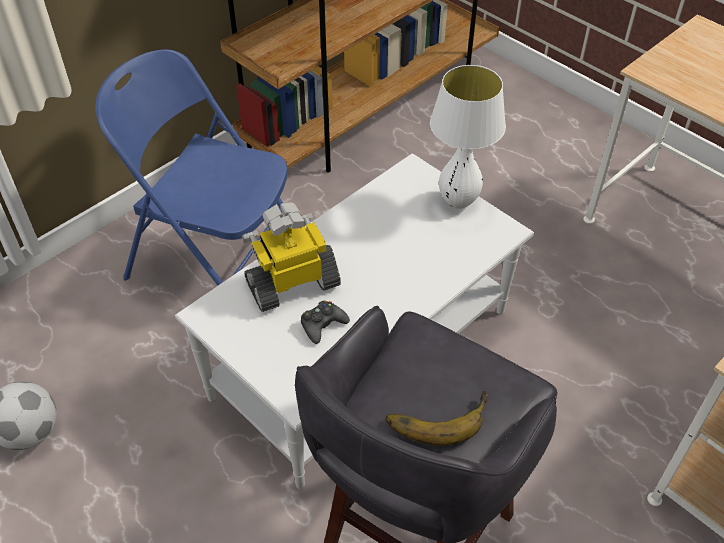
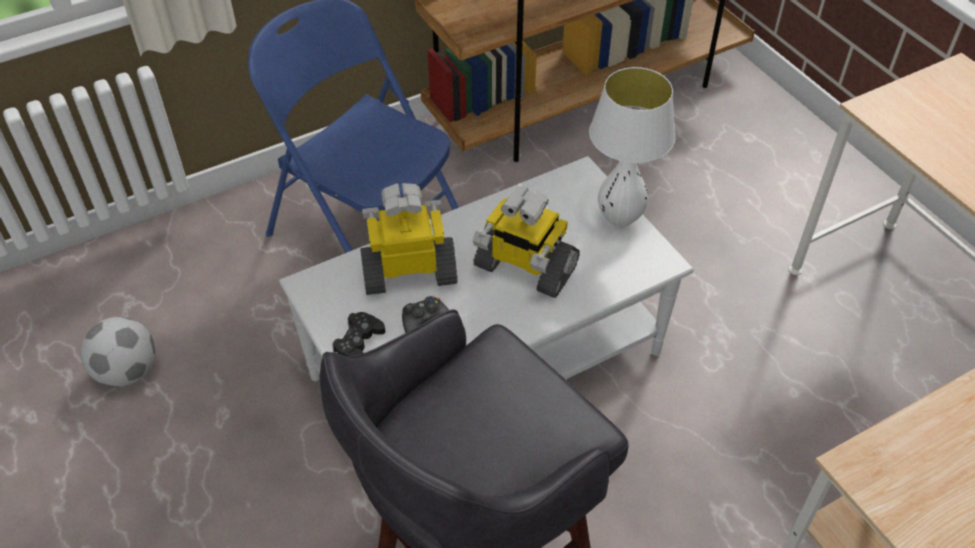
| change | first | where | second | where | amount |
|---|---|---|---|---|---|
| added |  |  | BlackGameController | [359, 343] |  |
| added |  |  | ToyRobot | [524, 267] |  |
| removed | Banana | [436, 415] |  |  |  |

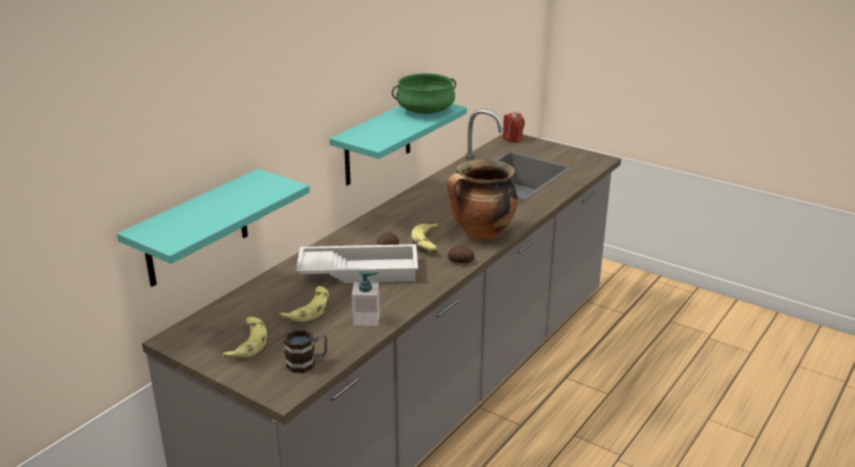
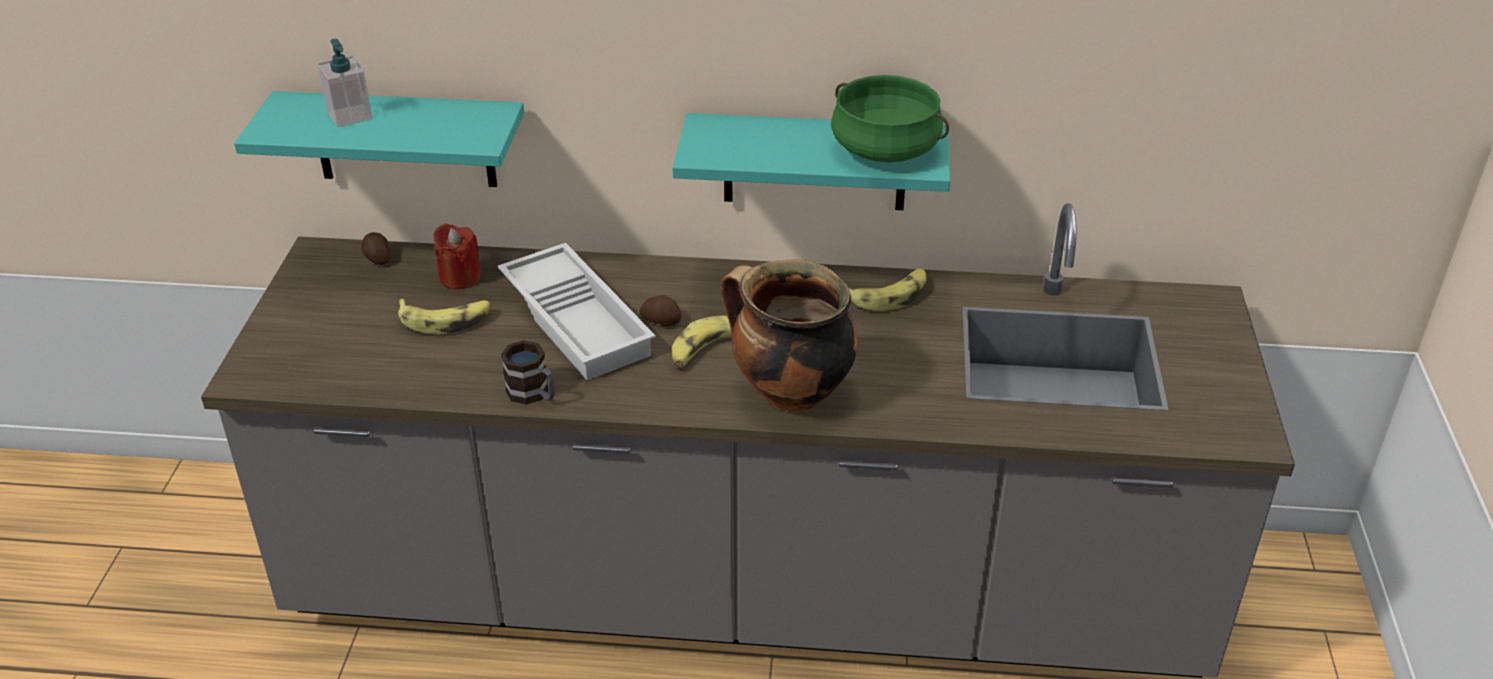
| change | first | where | second | where | amount |
|---|---|---|---|---|---|
| moved | SoapDispenser | [366, 319] |  | [350, 116] |  |
| moved | Potato | [461, 261] |  | [377, 258] |  |
| moved | RedCandle | [512, 138] |  | [460, 277] |  |
| moved | Mug | [307, 363] |  | [533, 394] |  |
| moved | Banana | [247, 343] |  | [888, 295] |  |

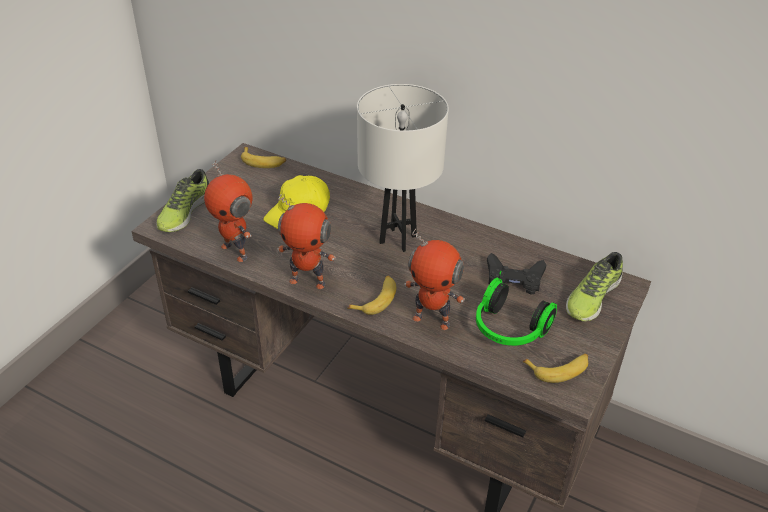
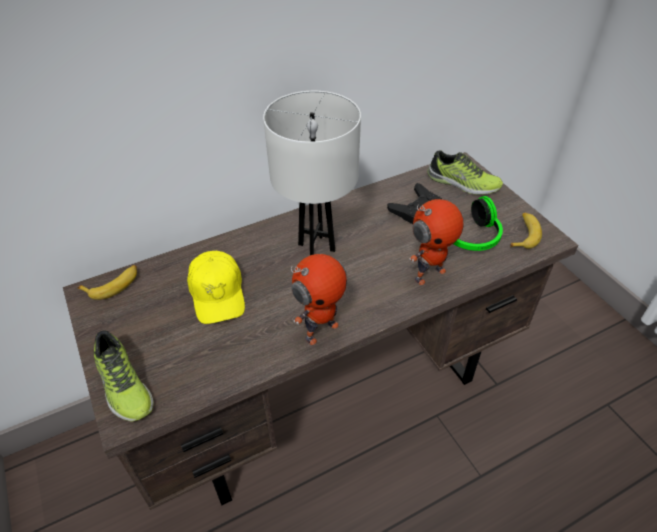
| change | first | where | second | where | amount |
|---|---|---|---|---|---|
| turned | Shoe | [592, 297] |  | [462, 183] | 45 degrees counterclockwise |
| removed | ToyRobot | [236, 251] |  |  |  |
| removed | Banana | [376, 299] |  |  |  |

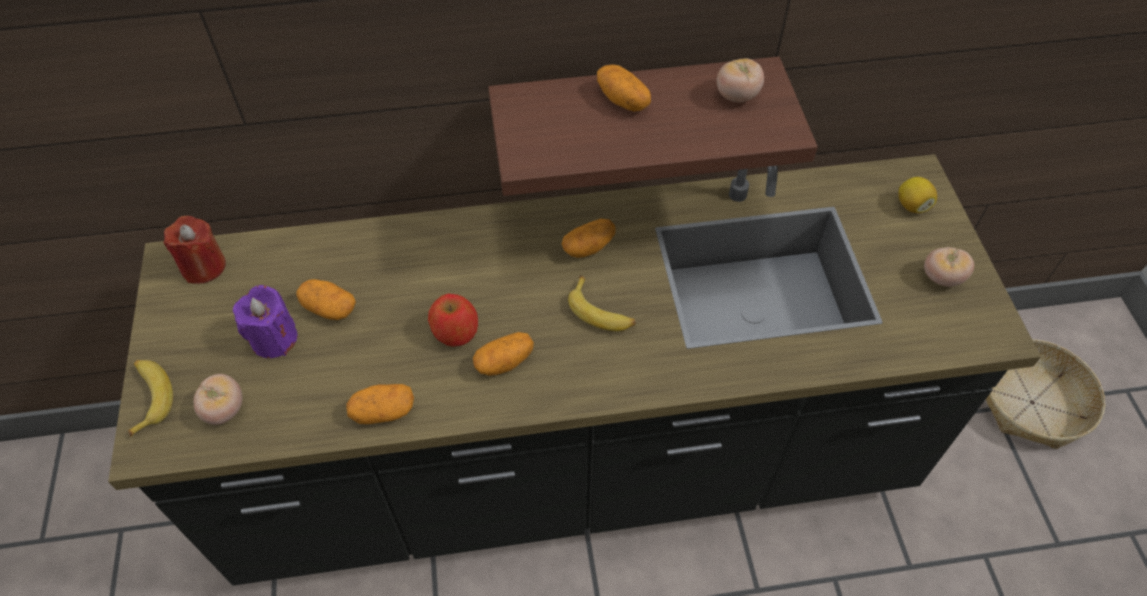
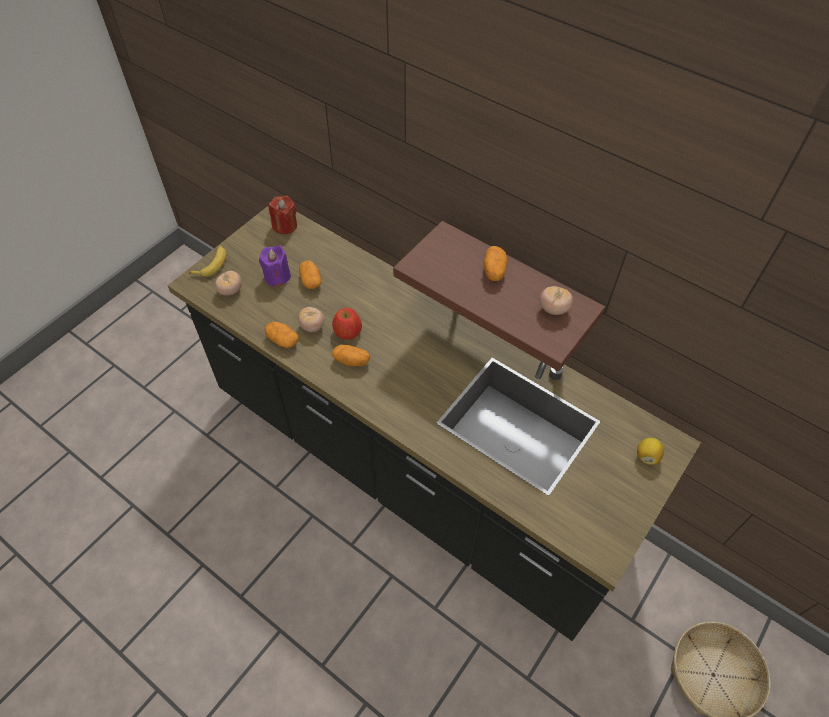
| change | first | where | second | where | amount |
|---|---|---|---|---|---|
| moved | Tomato | [942, 277] |  | [312, 326] |  |
| removed | Potato | [589, 247] |  |  |  |
| removed | Banana | [601, 312] |  |  |  |

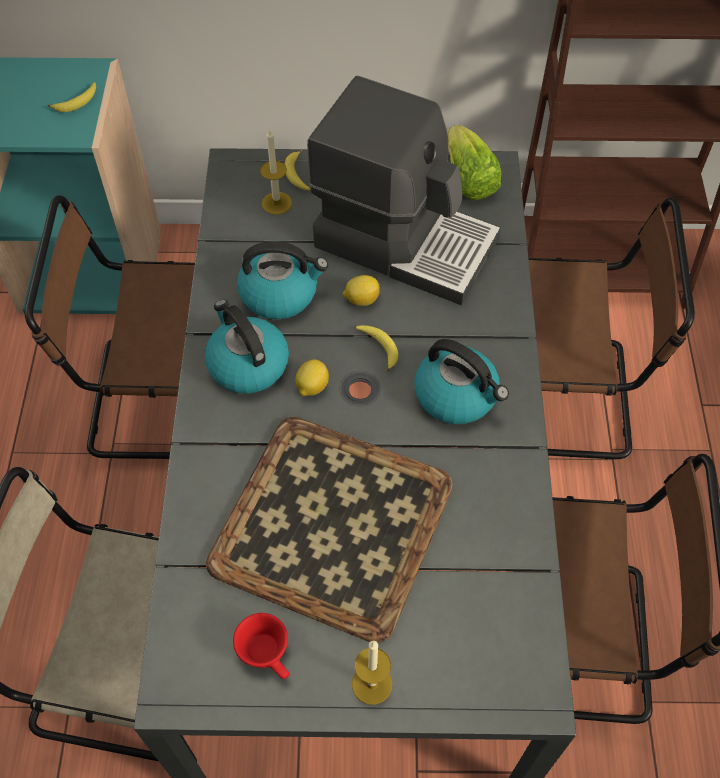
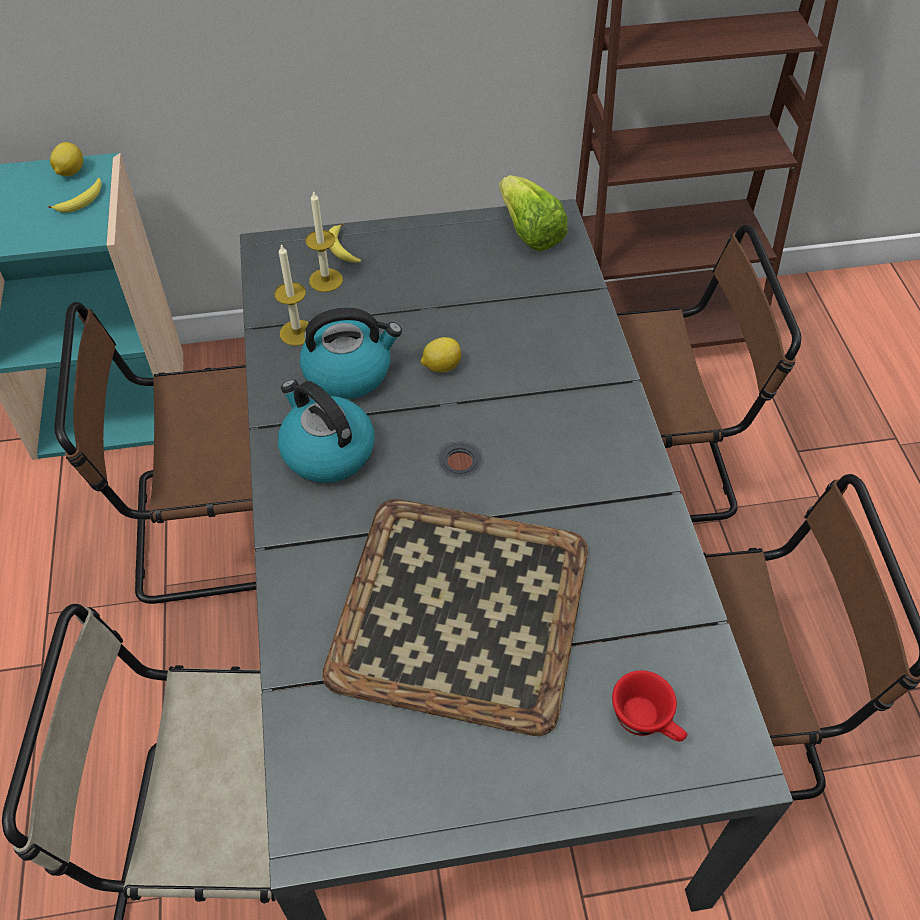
| change | first | where | second | where | amount |
|---|---|---|---|---|---|
| moved | Lemon | [311, 387] |  | [70, 172] |  |
| moved | Candle | [372, 684] |  | [297, 333] |  |
| moved | RedCup | [268, 655] |  | [647, 721] |  |
| removed | CoffeeMachine | [405, 240] |  |  |  |
| removed | Banana | [379, 347] |  |  |  |
| removed | Kettle | [457, 395] |  |  |  |

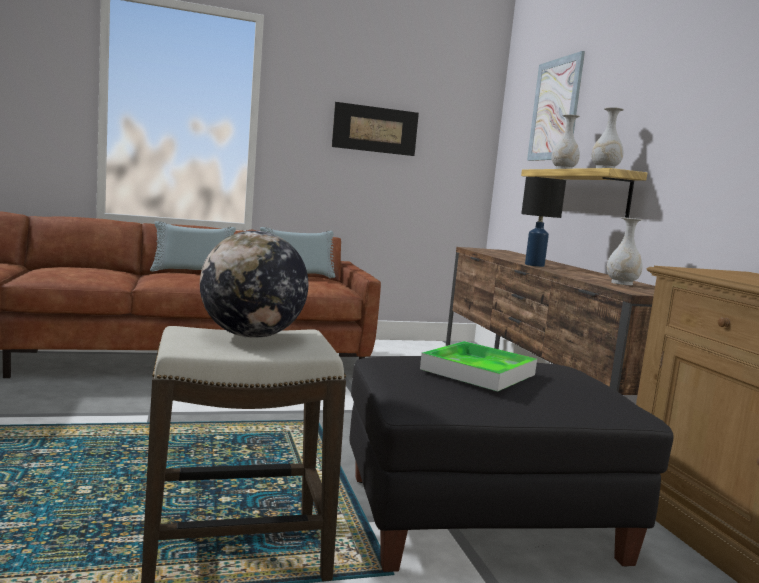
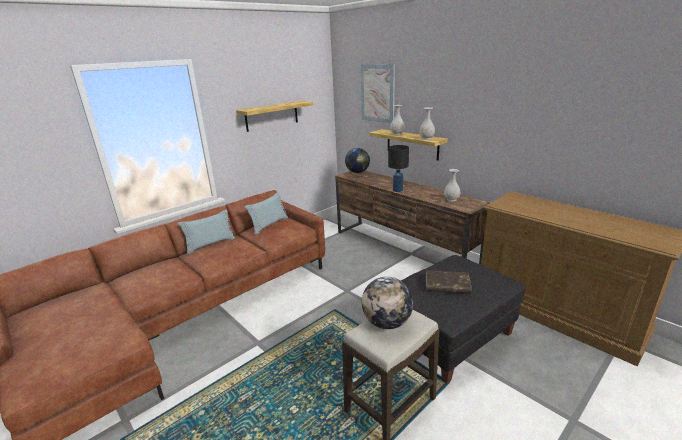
| change | first | where | second | where | amount |
|---|---|---|---|---|---|
| replaced | Picture | [375, 129] | Shelf | [272, 115] |  |
| added |  |  | Globe | [357, 172] |  |
| replaced | Tray | [478, 372] | BrownBook | [447, 284] |  |

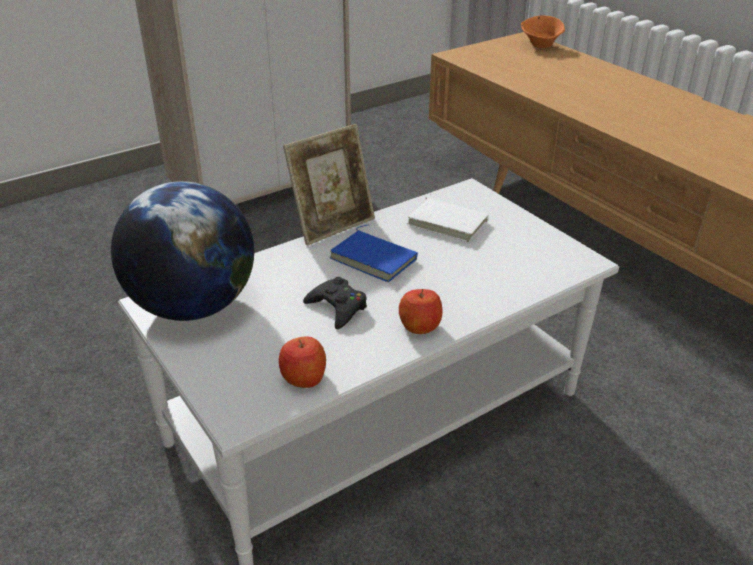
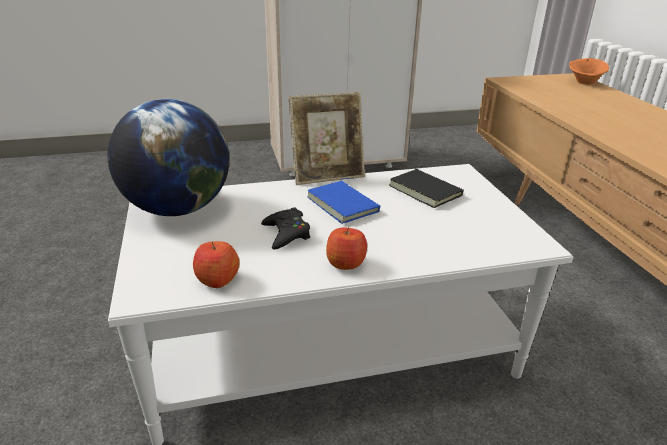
| change | first | where | second | where | amount |
|---|---|---|---|---|---|
| recoloured | WhiteBook | [449, 222] | BlackBook | [427, 191] |  |

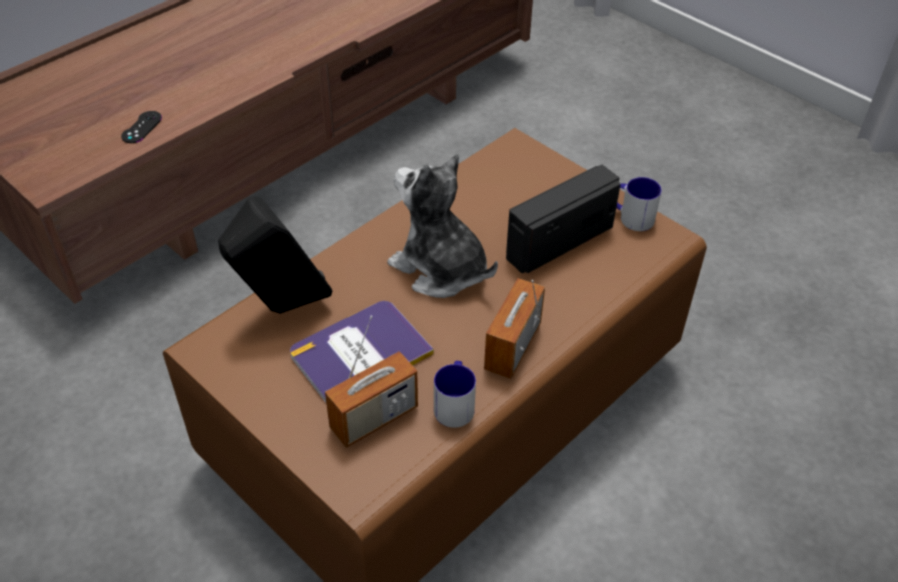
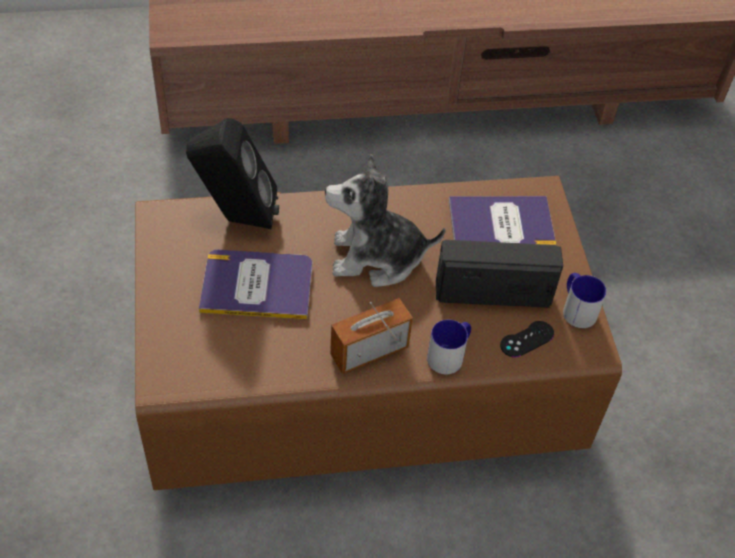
| change | first | where | second | where | amount |
|---|---|---|---|---|---|
| turned | PlushToy | [440, 269] |  | [377, 258] | 75 degrees counterclockwise |
| moved | Mug | [455, 404] |  | [449, 355] |  |
| added |  |  | Book | [501, 226] |  |
| moved | BlackGameController | [142, 127] |  | [527, 339] |  |
| removed | Radio | [374, 418] |  |  |  |

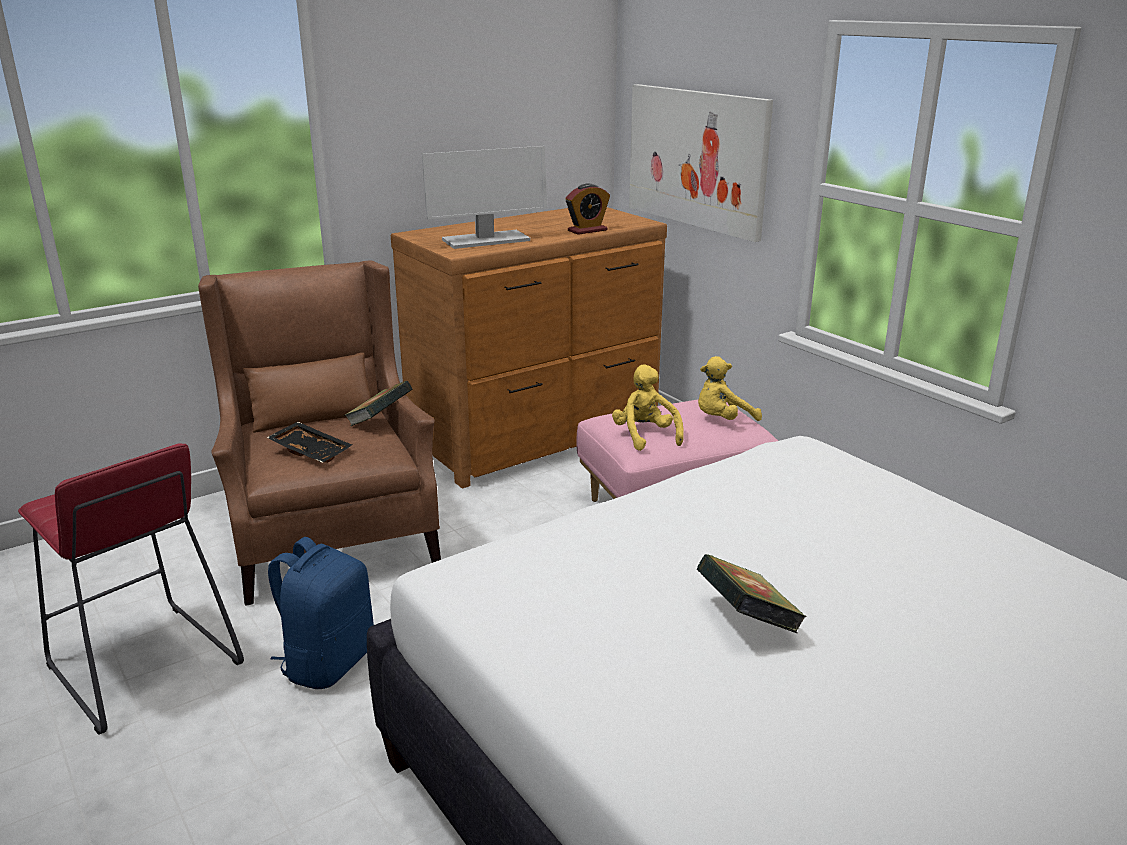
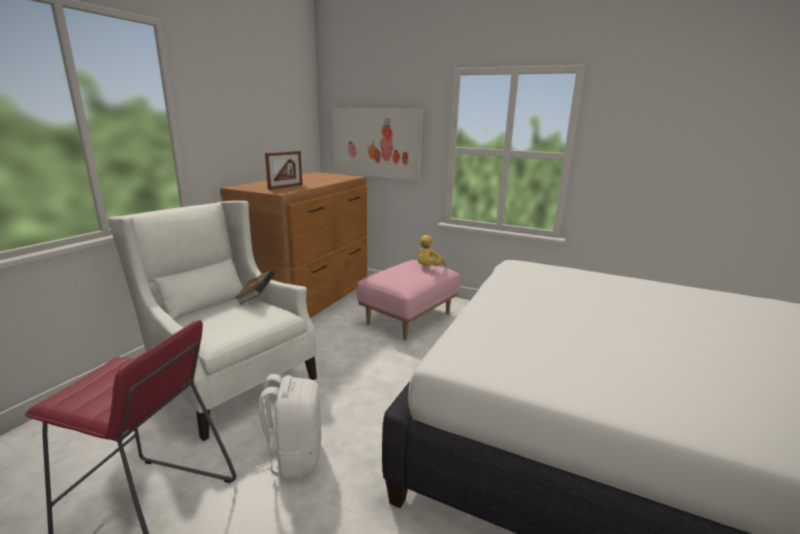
| change | first | where | second | where | amount |
|---|---|---|---|---|---|
| recoloured | BrownArmchair | [330, 533] | WhiteArmchair | [227, 379] |  |
| recoloured | BlueBackpack | [328, 662] | WhiteBackpack | [294, 457] |  |
| replaced | Monitor | [485, 240] | PictureFrame | [285, 187] |  |
| removed | BlackTray | [312, 451] |  |  |  |
| removed | AlarmClock | [587, 230] |  |  |  |
| removed | YellowPlushToy | [645, 436] |  |  |  |
| removed | Book | [746, 621] |  |  |  |

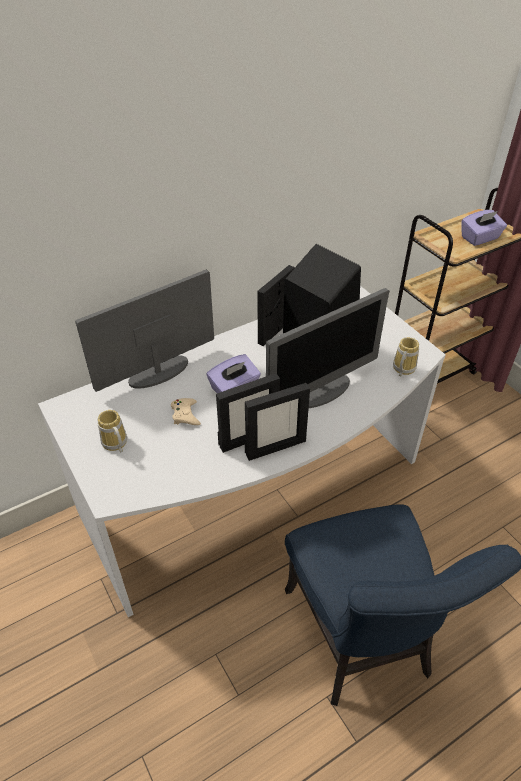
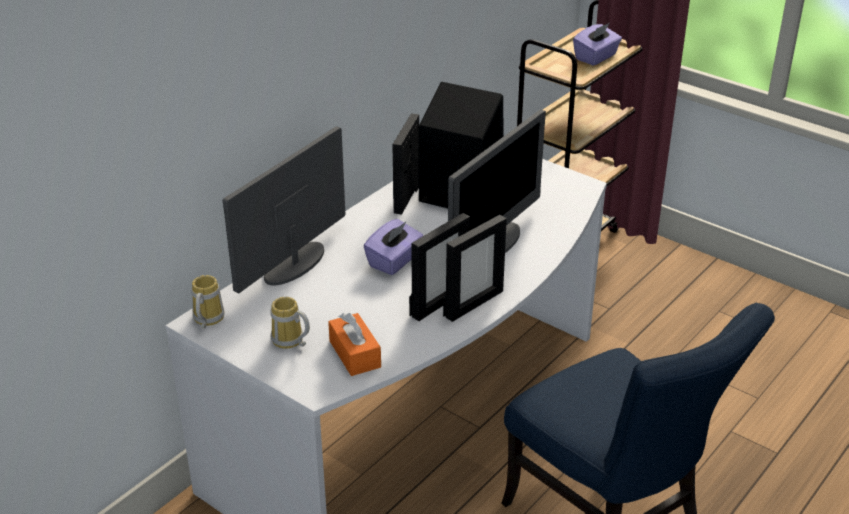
| change | first | where | second | where | amount |
|---|---|---|---|---|---|
| moved | Mug | [401, 369] |  | [206, 320] |  |
| added |  |  | OrangeTissueBox | [355, 354] |  |
| removed | BeigeGameController | [185, 415] |  |  |  |

